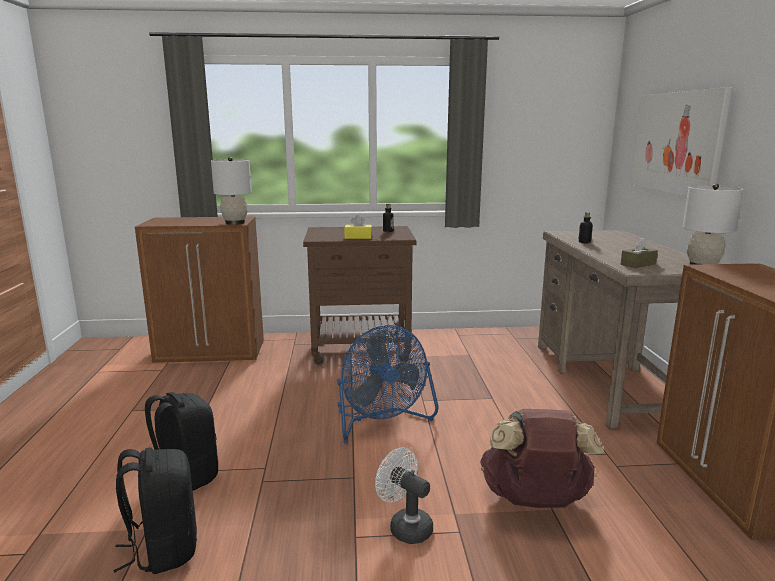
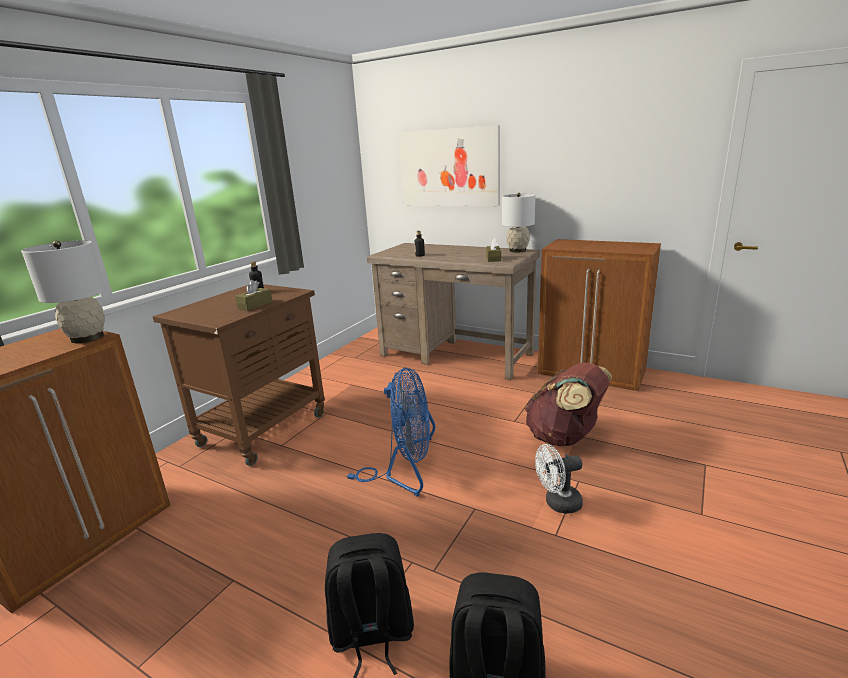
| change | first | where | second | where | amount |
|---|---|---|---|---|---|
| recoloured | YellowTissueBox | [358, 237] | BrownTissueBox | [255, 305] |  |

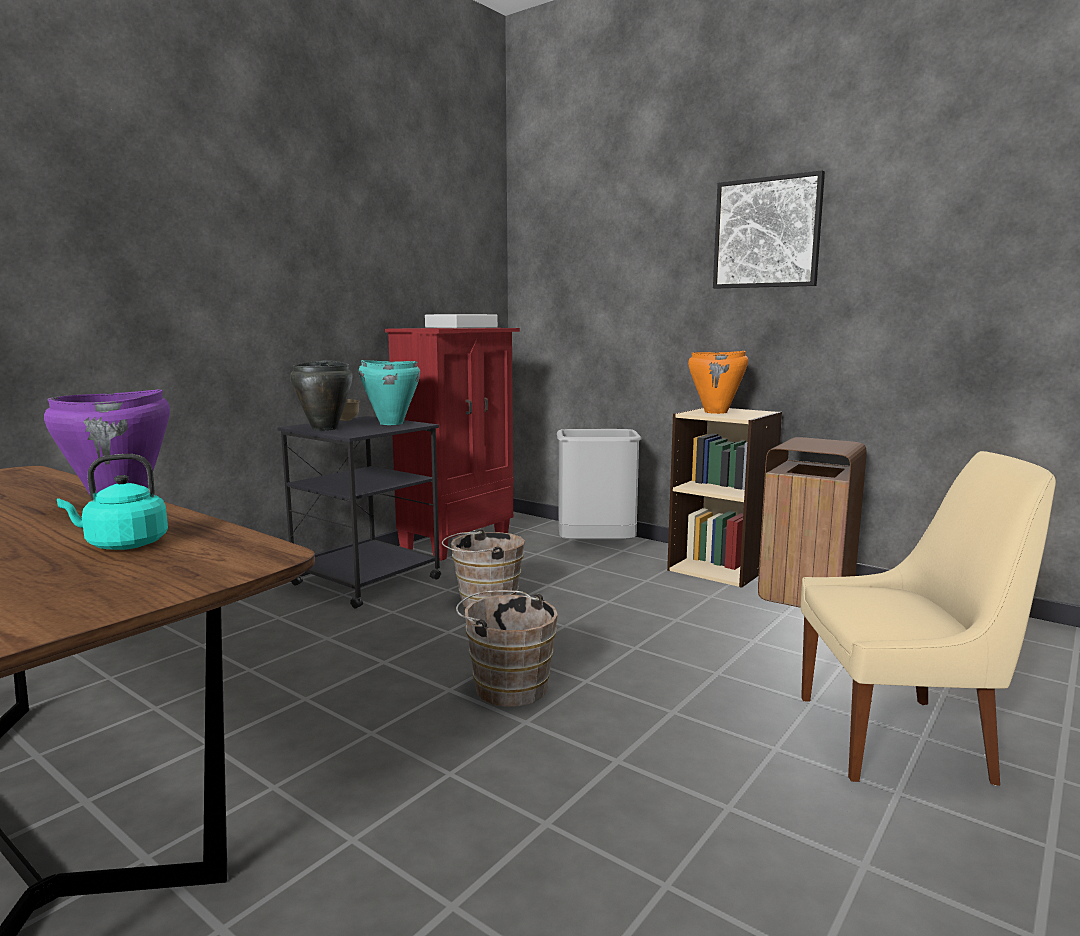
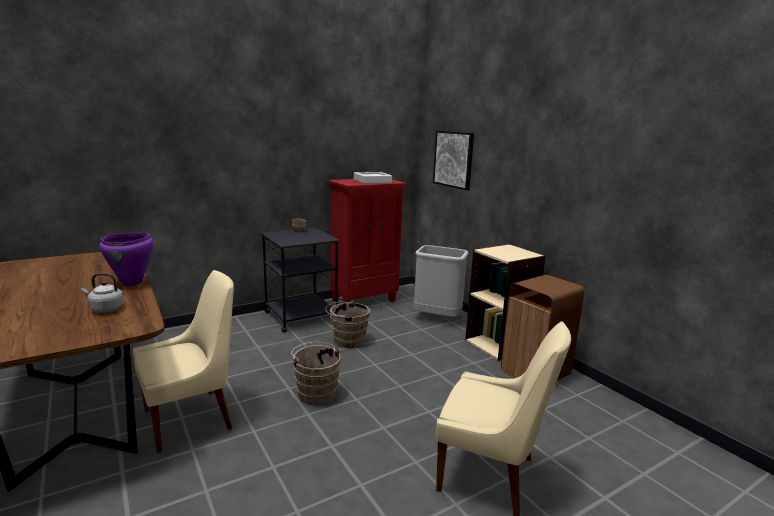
| change | first | where | second | where | amount |
|---|---|---|---|---|---|
| recoloured | TurquoiseKettle | [123, 545] | GreyKettle | [105, 309] |  |
| added |  |  | BeigeChair | [192, 418] |  |
| moved | Picture | [767, 233] |  | [453, 159] |  |
| removed | BlackCookingPot | [325, 428] |  |  |  |
| removed | TurquoiseCookingPot | [391, 423] |  |  |  |
| removed | OrangeCookingPot | [716, 412] |  |  |  |

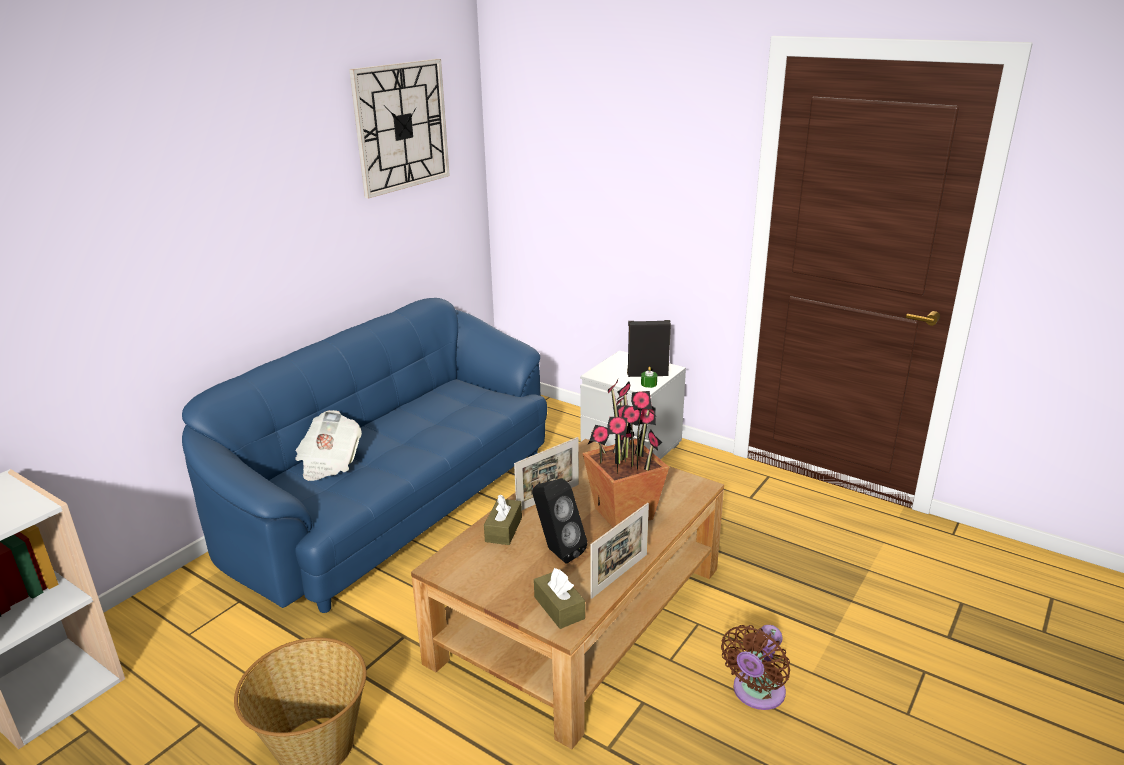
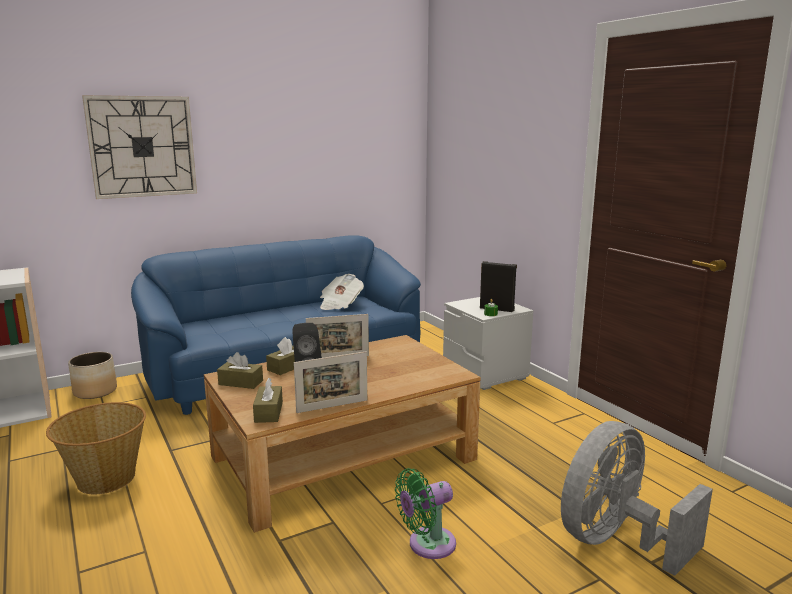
| change | first | where | second | where | amount |
|---|---|---|---|---|---|
| added |  |  | Planter | [95, 391] |  |
| moved | WallClock | [401, 126] |  | [142, 147] |  |
| added |  |  | BrownTissueBox | [241, 382] |  |
| moved | Newspaper | [328, 462] |  | [340, 304] |  |
| recoloured | BrownFan | [756, 693] | GreenFan | [427, 545] |  |
| added |  |  | GreyFan | [616, 541] |  |
| removed | PottedPlant | [624, 513] |  |  |  |

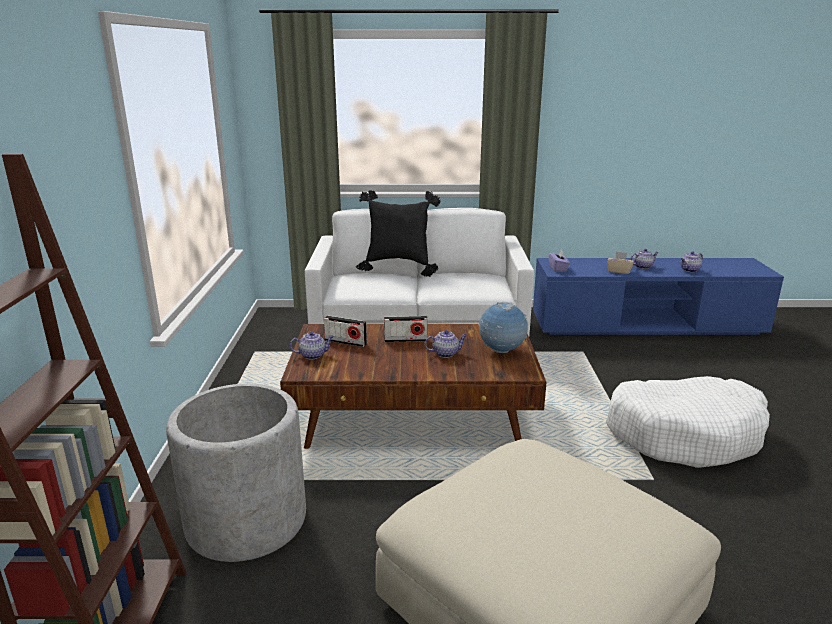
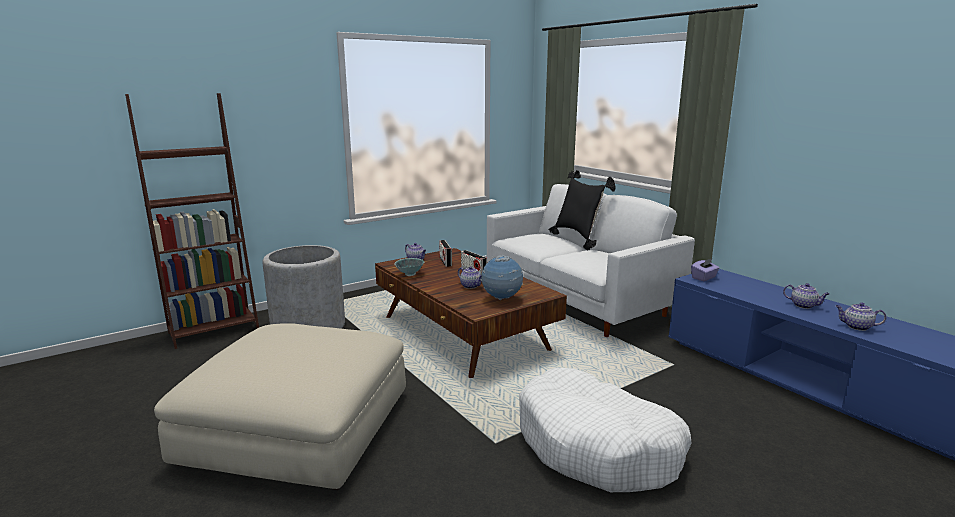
| change | first | where | second | where | amount |
|---|---|---|---|---|---|
| added |  |  | Bowl | [410, 274] |  |
| removed | BeigeTissueBox | [619, 271] |  |  |  |

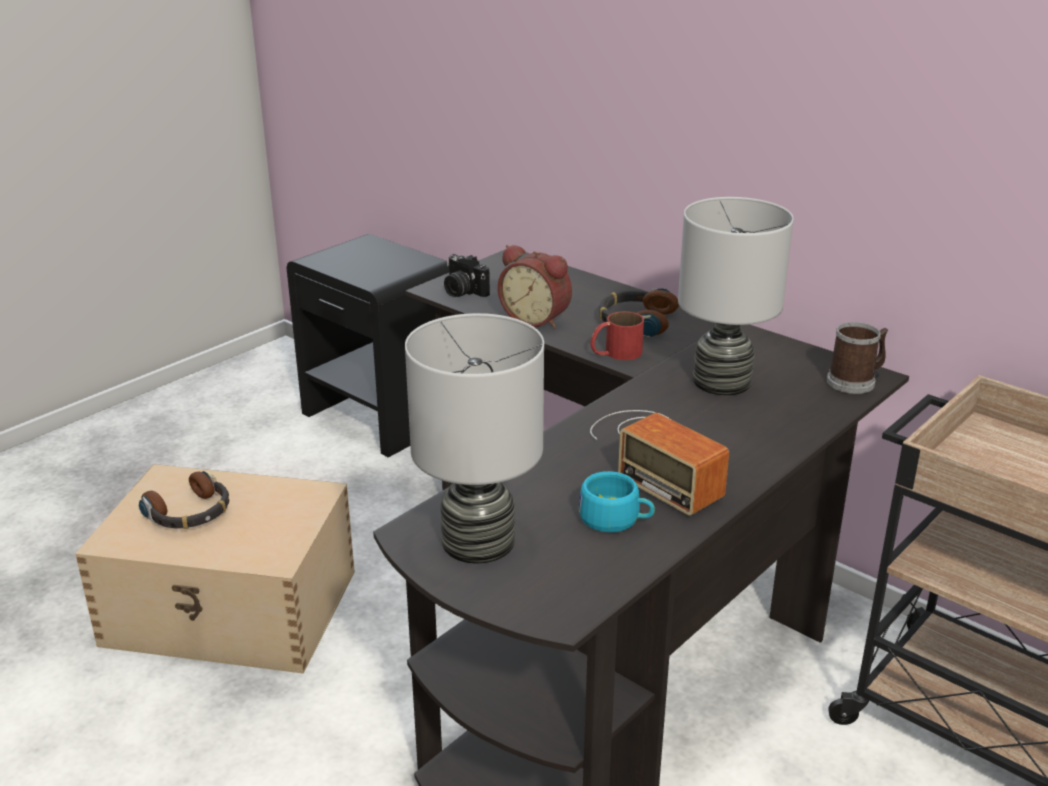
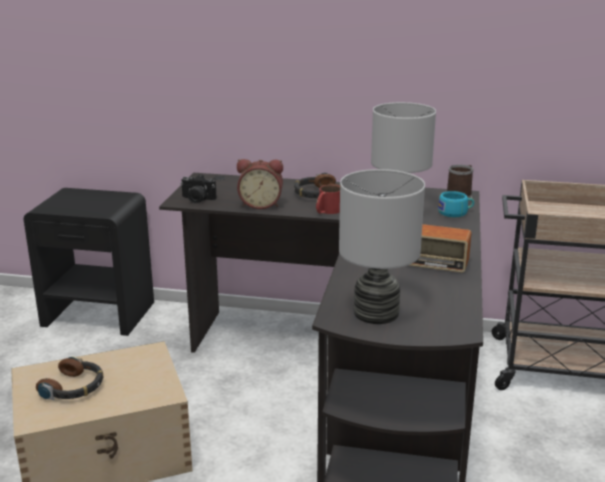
| change | first | where | second | where | amount |
|---|---|---|---|---|---|
| moved | TurquoiseCup | [616, 519] |  | [456, 213] |  |

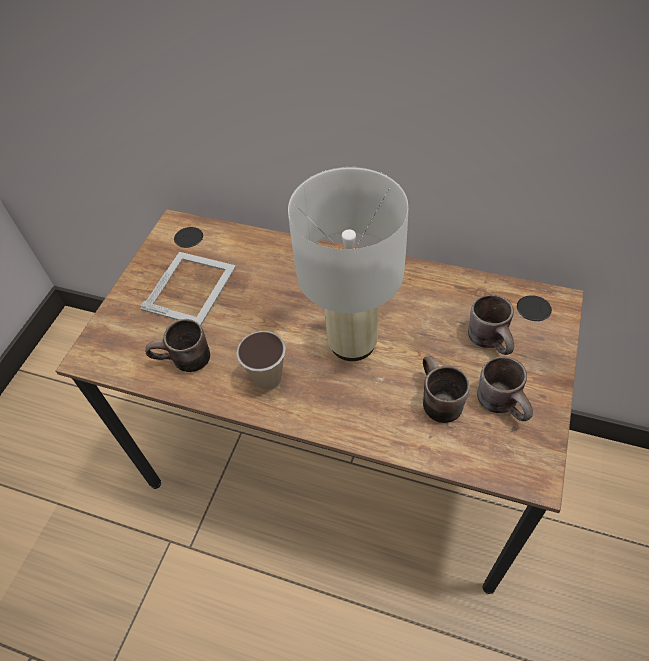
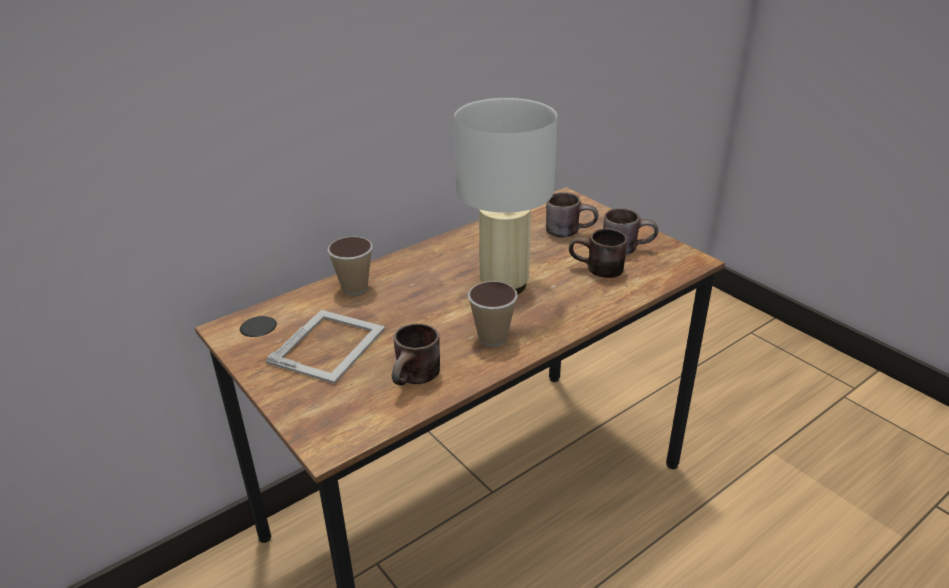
| change | first | where | second | where | amount |
|---|---|---|---|---|---|
| turned | PictureFrame | [191, 287] |  | [329, 344] | 60 degrees clockwise |
| added |  |  | Cup | [355, 288] |  |

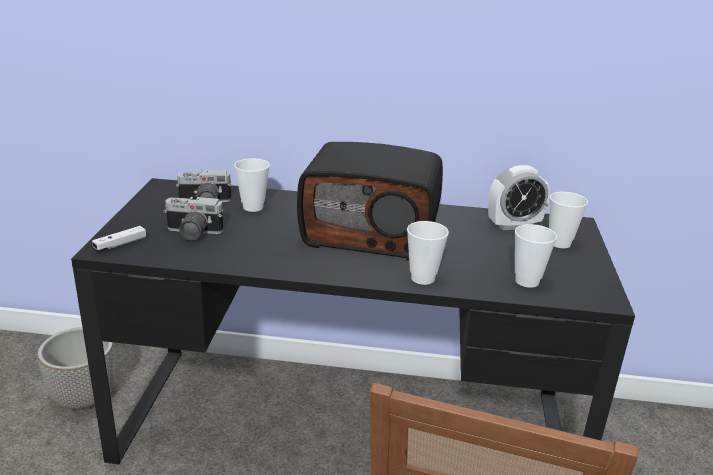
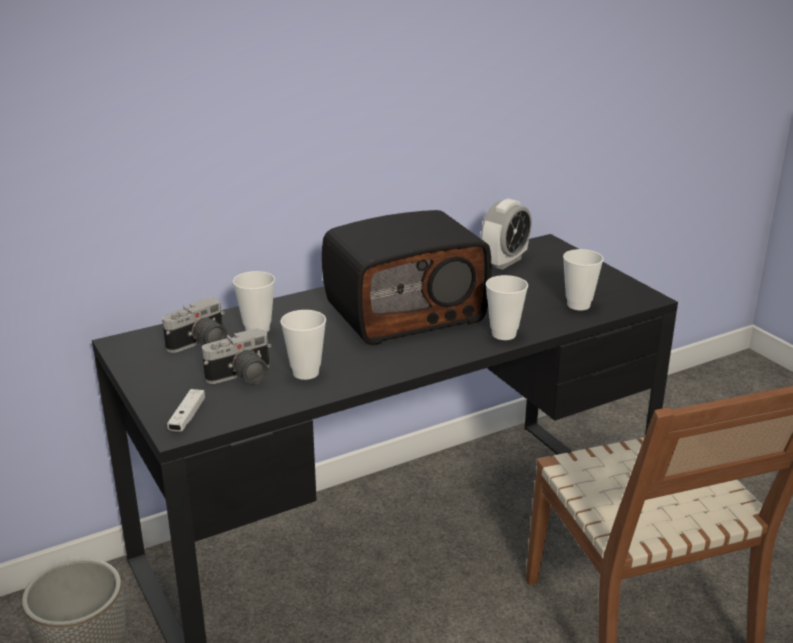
| change | first | where | second | where | amount |
|---|---|---|---|---|---|
| moved | Cup | [560, 243] |  | [305, 373] |  |

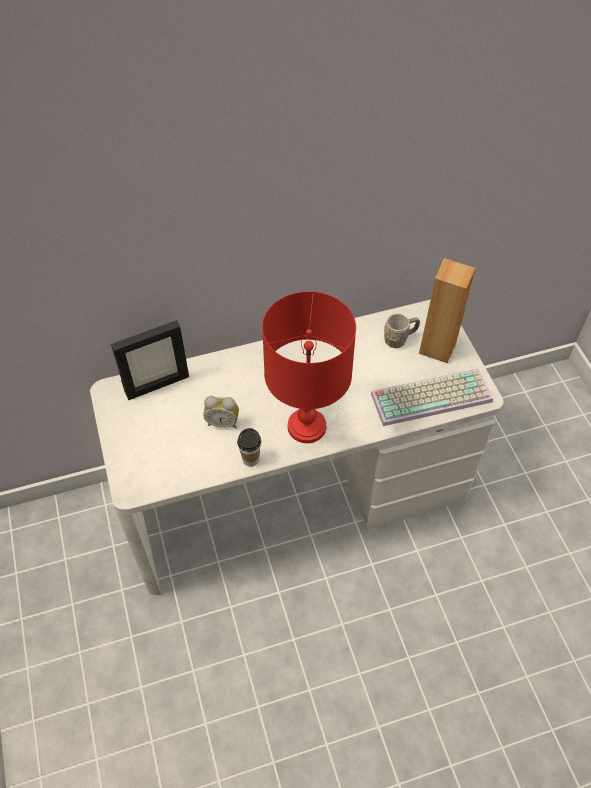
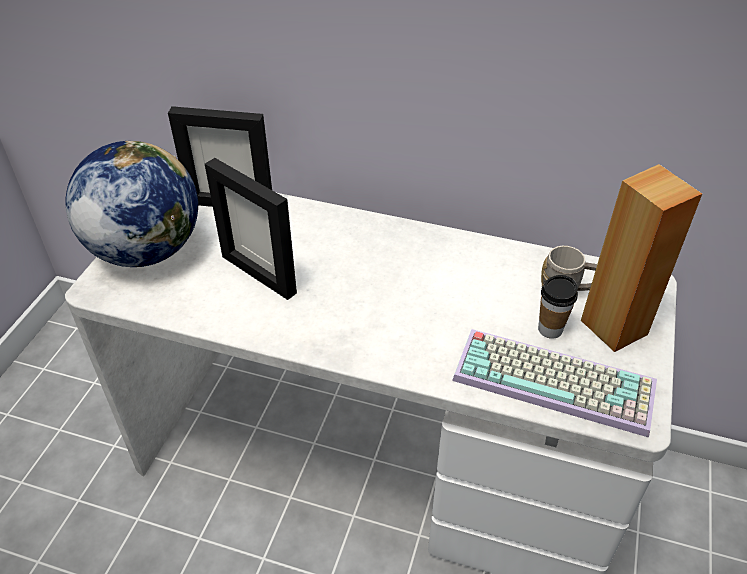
| change | first | where | second | where | amount |
|---|---|---|---|---|---|
| added |  |  | Globe | [146, 250] |  |
| replaced | AlarmClock | [223, 422] | PictureFrame | [260, 273] |  |
| moved | Cup | [250, 459] |  | [550, 329] |  |
| removed | RedTableLamp | [306, 426] |  |  |  |

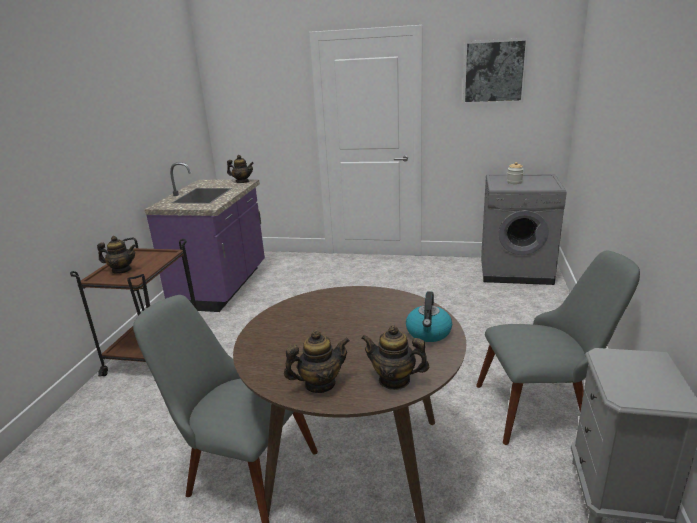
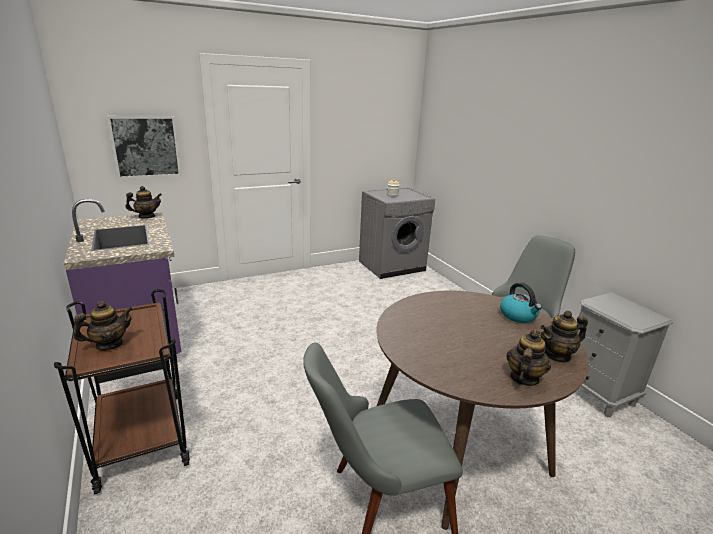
| change | first | where | second | where | amount |
|---|---|---|---|---|---|
| moved | Picture | [494, 71] |  | [146, 146] |  |

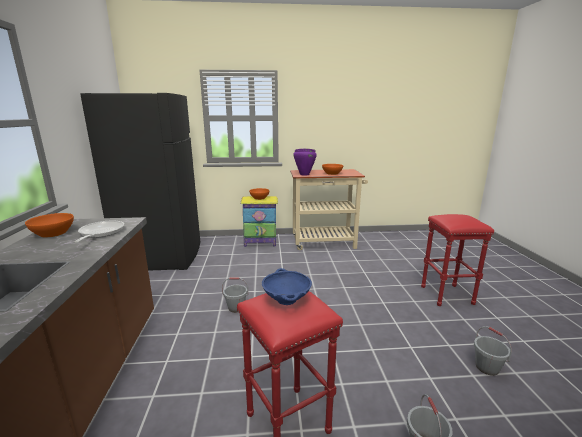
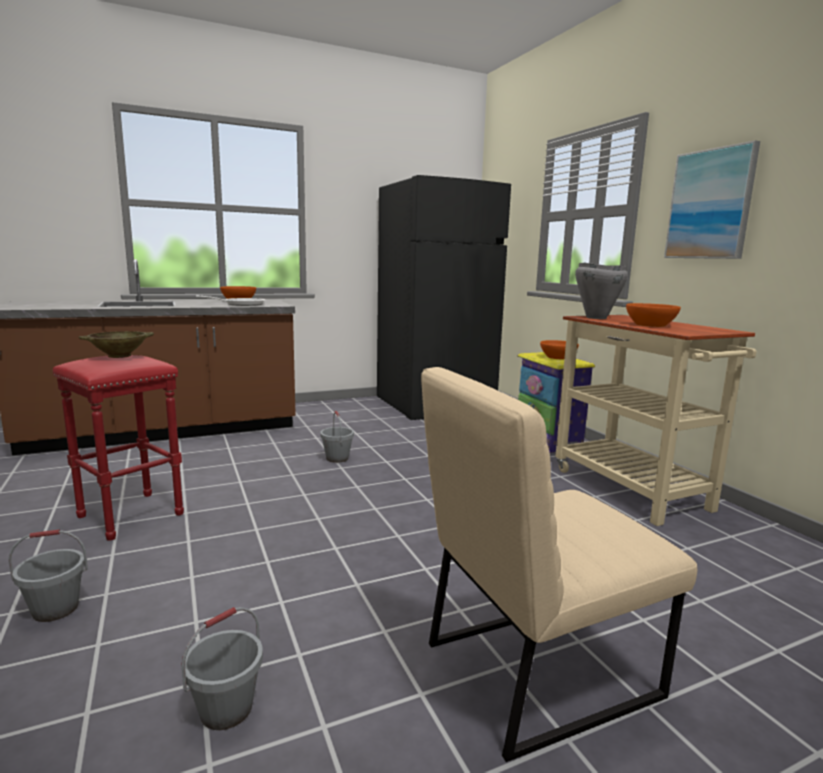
| change | first | where | second | where | amount |
|---|---|---|---|---|---|
| recoloured | BlueBowl | [286, 300] | BeigeBowl | [119, 356] |  |
| replaced | RedStool | [446, 295] | BeigeChair | [534, 670] |  |
| recoloured | PurpleCookingPot | [304, 174] | GreyCookingPot | [595, 318] |  |
| added |  |  | Picture | [710, 204] |  |

